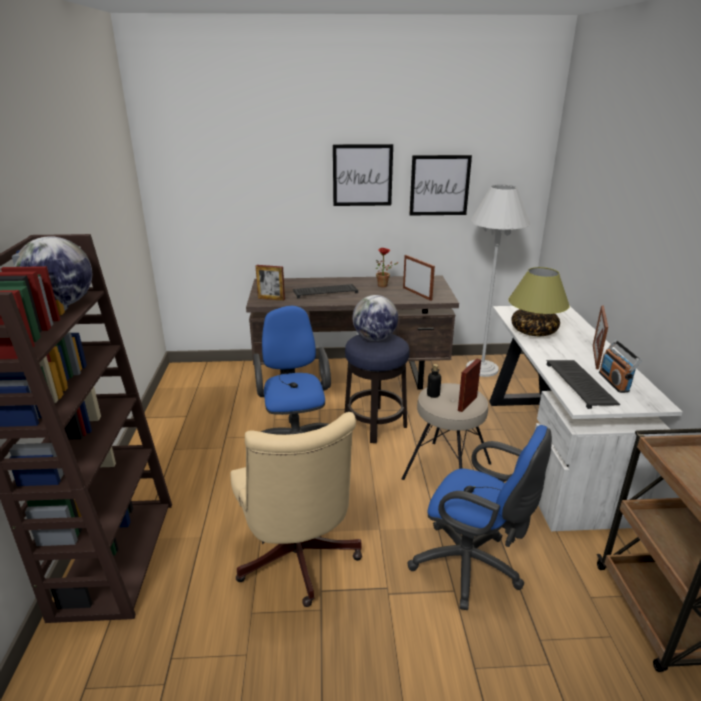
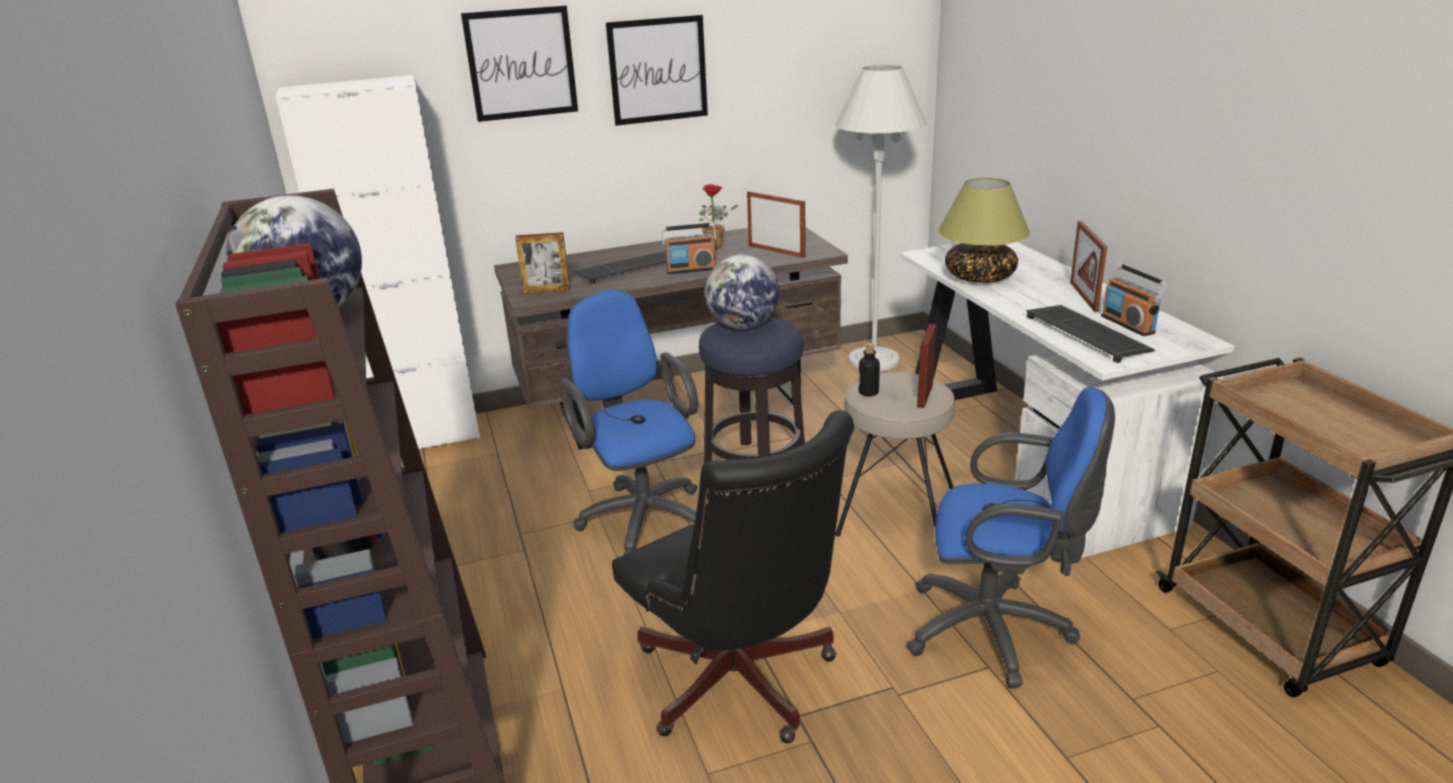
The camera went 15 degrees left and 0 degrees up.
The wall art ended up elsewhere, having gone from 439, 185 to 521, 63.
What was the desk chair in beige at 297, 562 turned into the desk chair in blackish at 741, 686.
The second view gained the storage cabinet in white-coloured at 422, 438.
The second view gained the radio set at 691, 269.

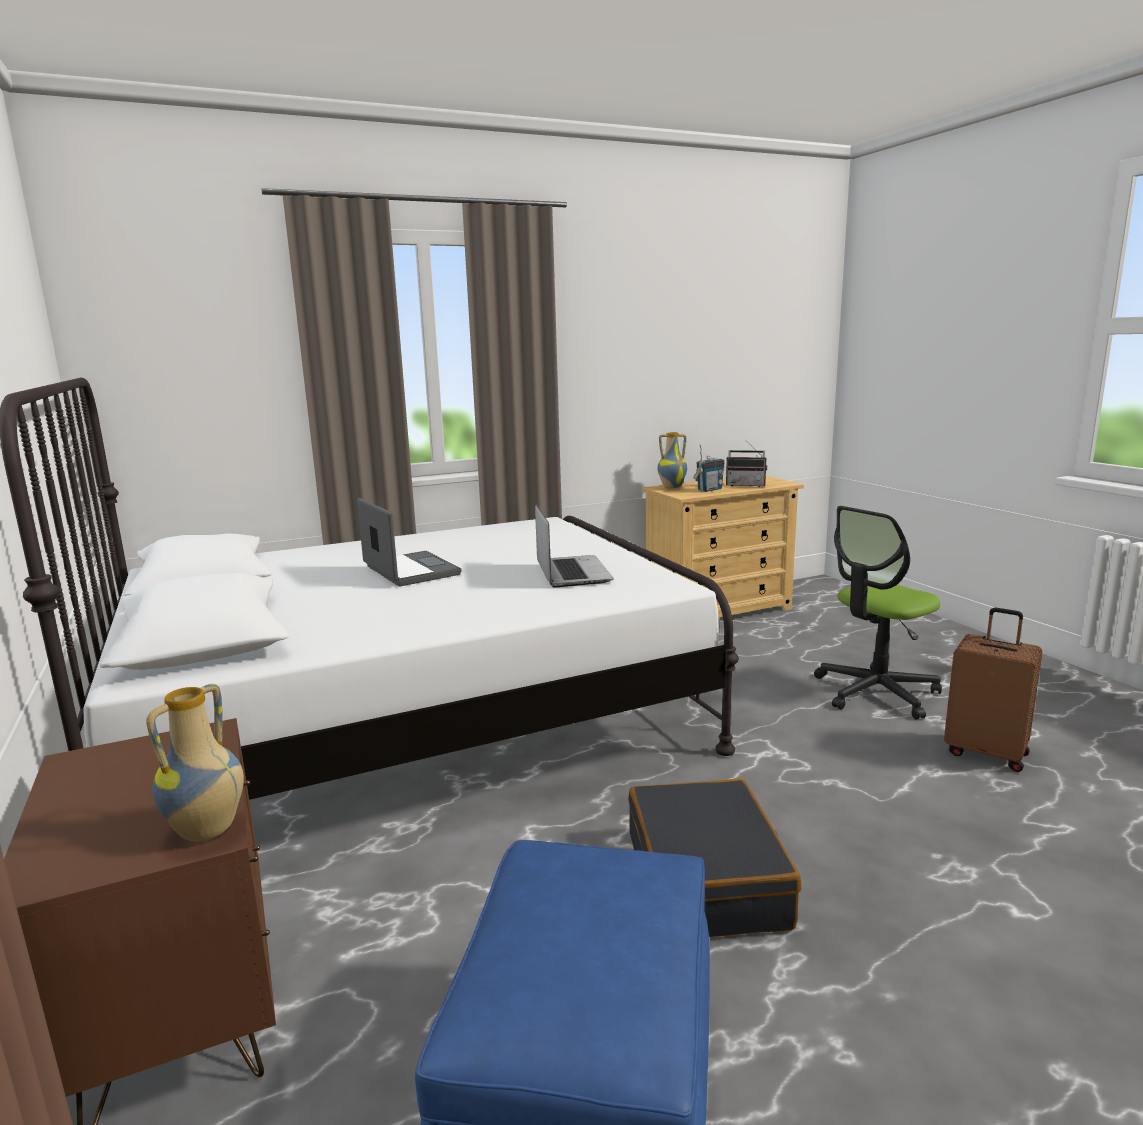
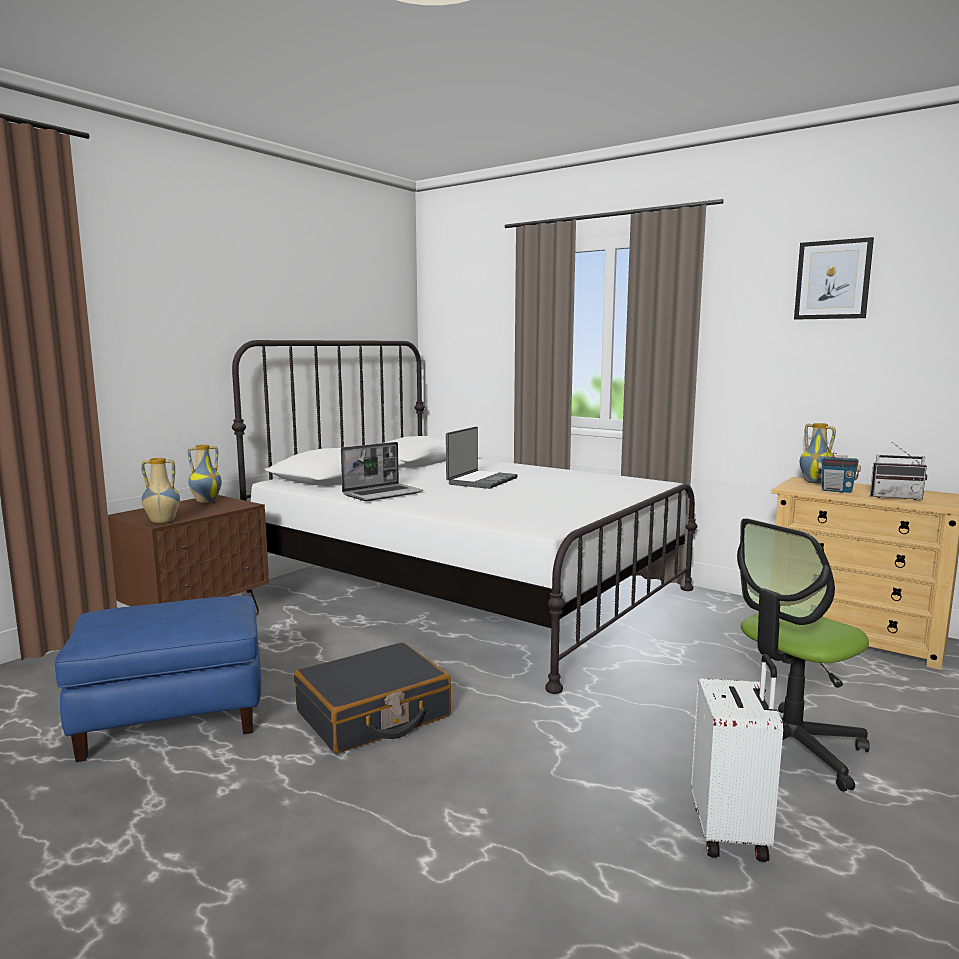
The camera went 60 degrees right and 5 degrees down.
The radio set at 746, 485 ended up facing another way, 60 degrees counterclockwise from before.
The notebook computer ended up elsewhere, having gone from 571, 573 to 383, 494.
The desk chair at 876, 692 ended up facing another way, 60 degrees counterclockwise from before.
What was the suitcase in brown-coloured at 986, 753 turned into the suitcase in white-coloured at 731, 831.
The second view gained the wall art at 832, 280.
The second view gained the vase at 206, 501.

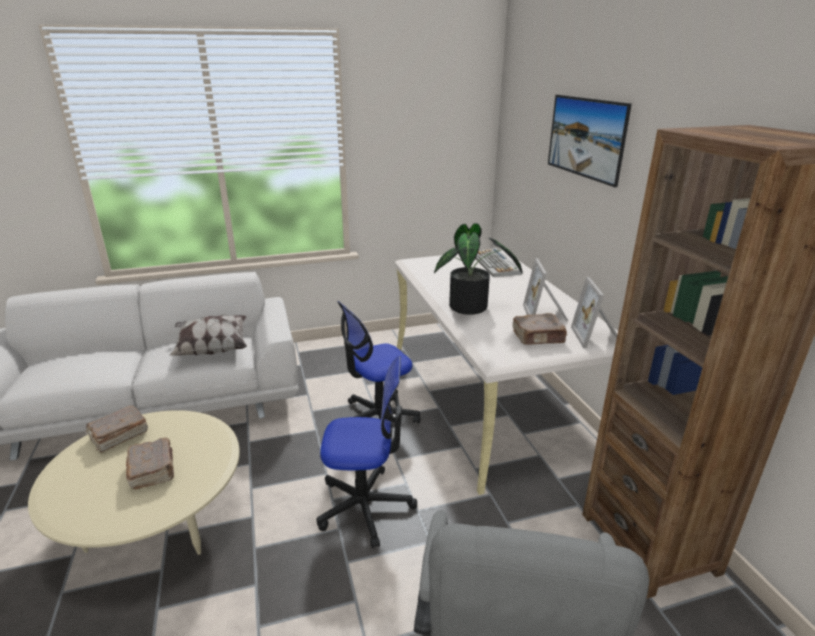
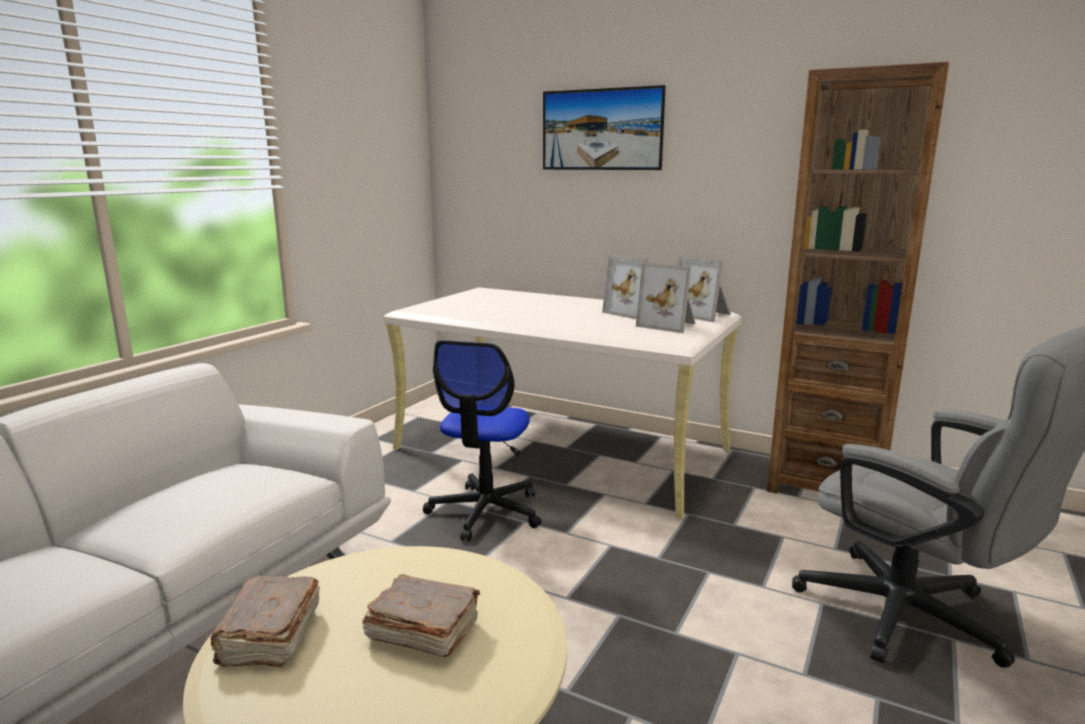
The camera went 45 degrees left and 10 degrees down.
The second view lost the plant in a pot at 472, 308.
The second view lost the PC keyboard at 496, 264.
Where the book in brown-coloured stood at 538, 338, the photo frame came to stand at 669, 325.
The second view lost the cushion at 212, 349.
The second view lost the desk chair at 365, 506.

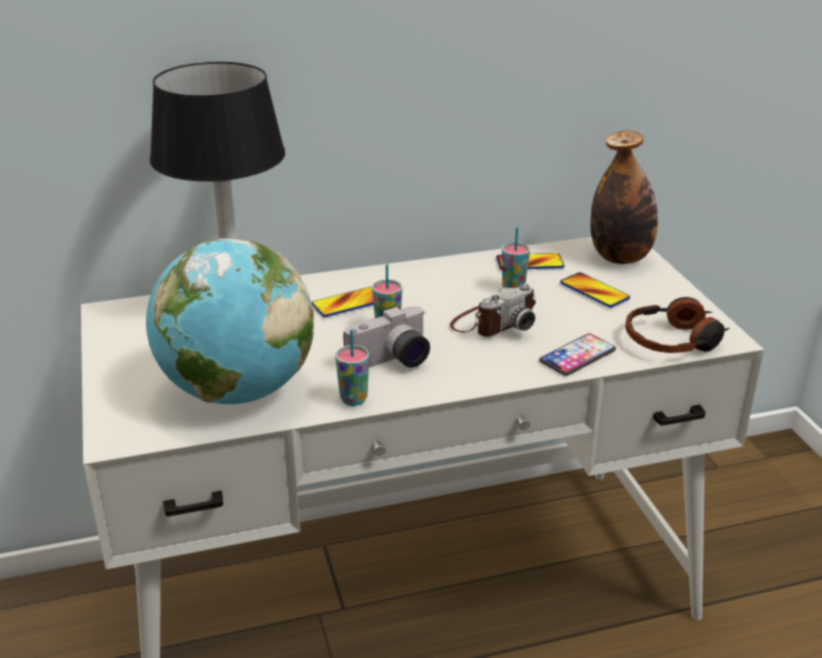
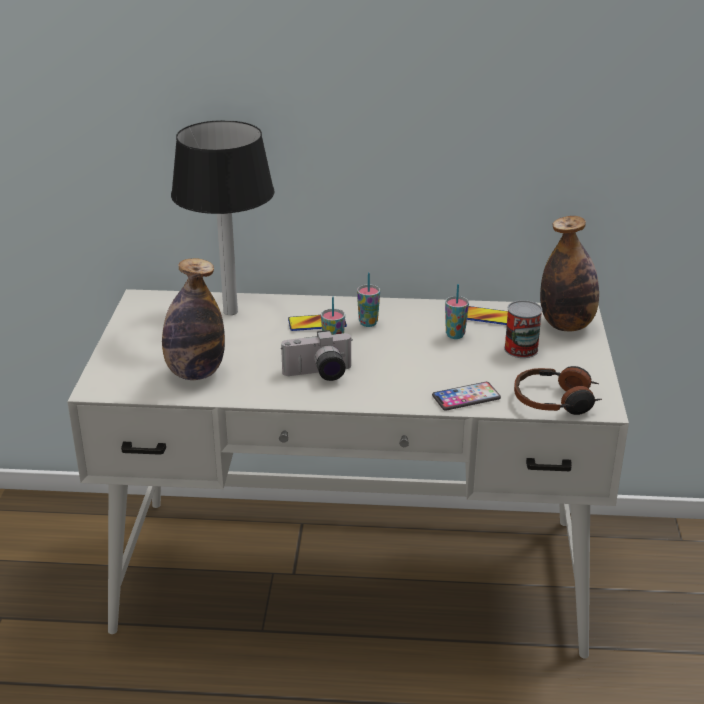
The camera went 20 degrees right and 0 degrees up.
Where the world globe stood at 237, 391, the beverage bottle came to stand at 195, 373.
Where the telephone stood at 594, 291, the sealed can came to stand at 521, 349.
The second view lost the photo camera at 493, 322.
The drinking cup ended up elsewhere, having gone from 353, 399 to 368, 323.

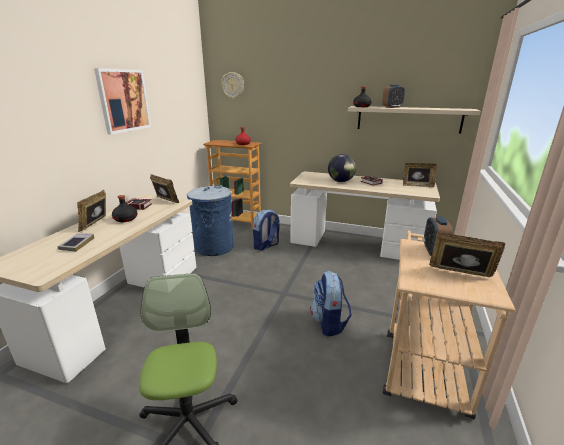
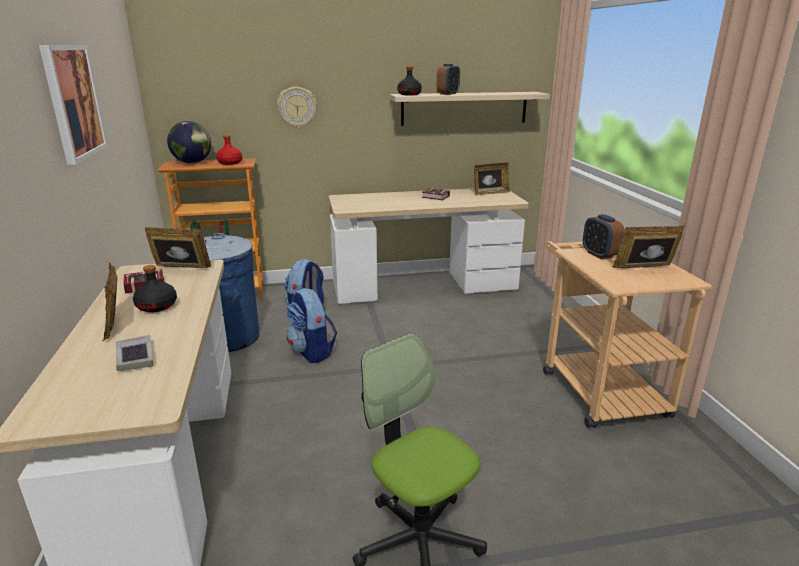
The camera went 30 degrees left and 0 degrees up.
The clock on the wall ended up elsewhere, having gone from 233, 85 to 297, 107.
The world globe ended up elsewhere, having gone from 341, 181 to 192, 163.
The rucksack ended up elsewhere, having gone from 329, 323 to 312, 352.

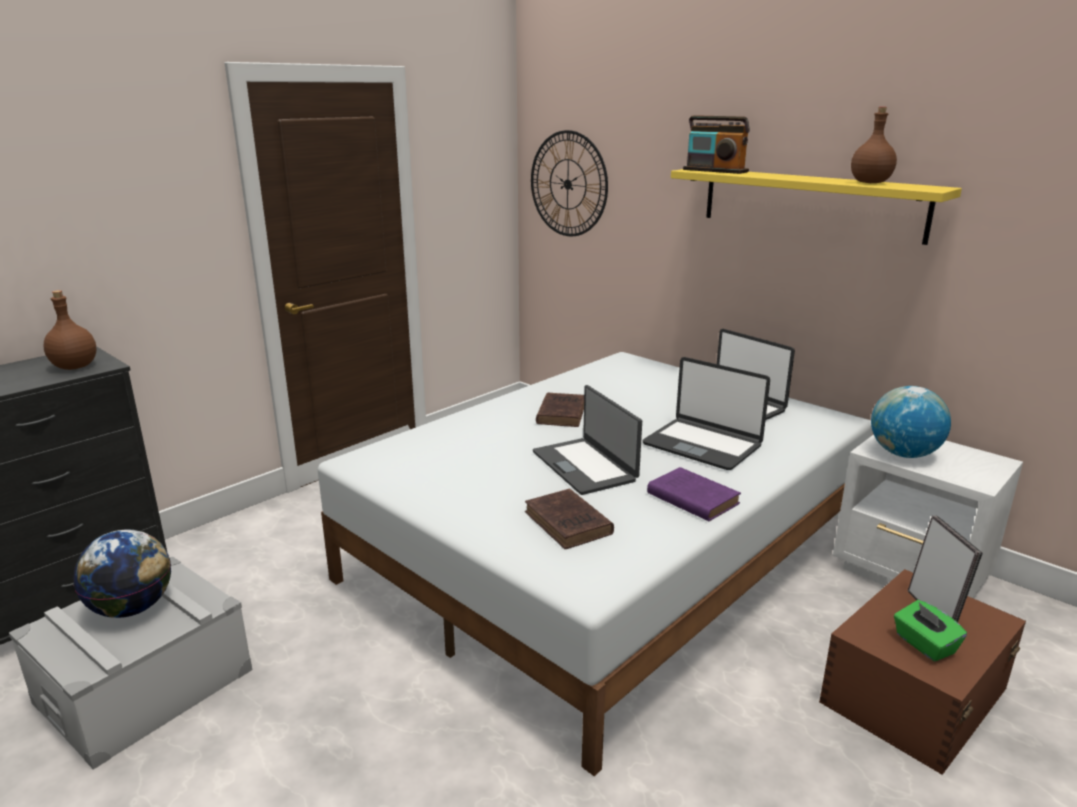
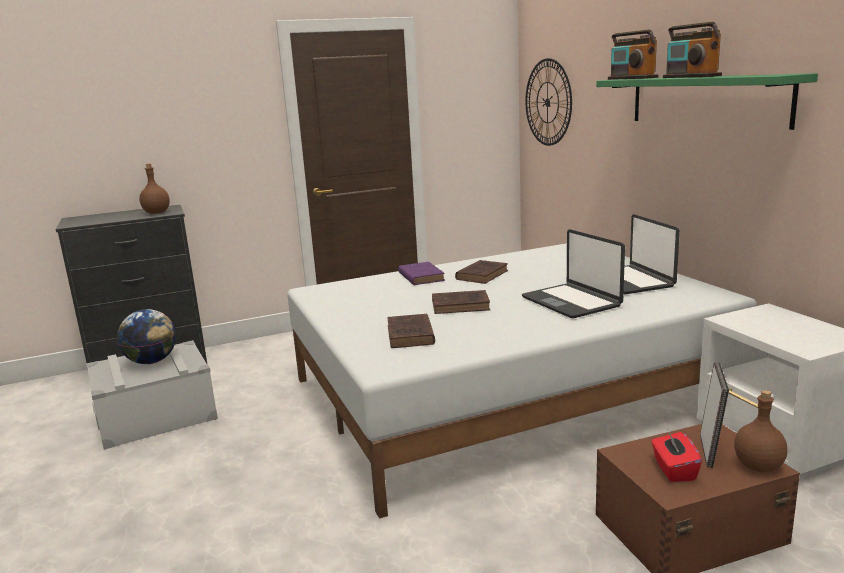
The camera went 25 degrees right and 5 degrees down.
The beverage bottle in brown-coloured ended up elsewhere, having gone from 871, 182 to 759, 466.
What was the wall shelf in yellow-coloured at 810, 203 turned into the wall shelf in green-coloured at 705, 100.
Where the notebook computer stood at 585, 466, the book in brown-coloured came to stand at 462, 306.
The second view lost the world globe at 903, 454.
The book in purple-coloured ended up elsewhere, having gone from 690, 498 to 420, 276.
What was the tissue box in green-coloured at 924, 645 turned into the tissue box in red-coloured at 674, 470.
The second view gained the radio set at 691, 77.

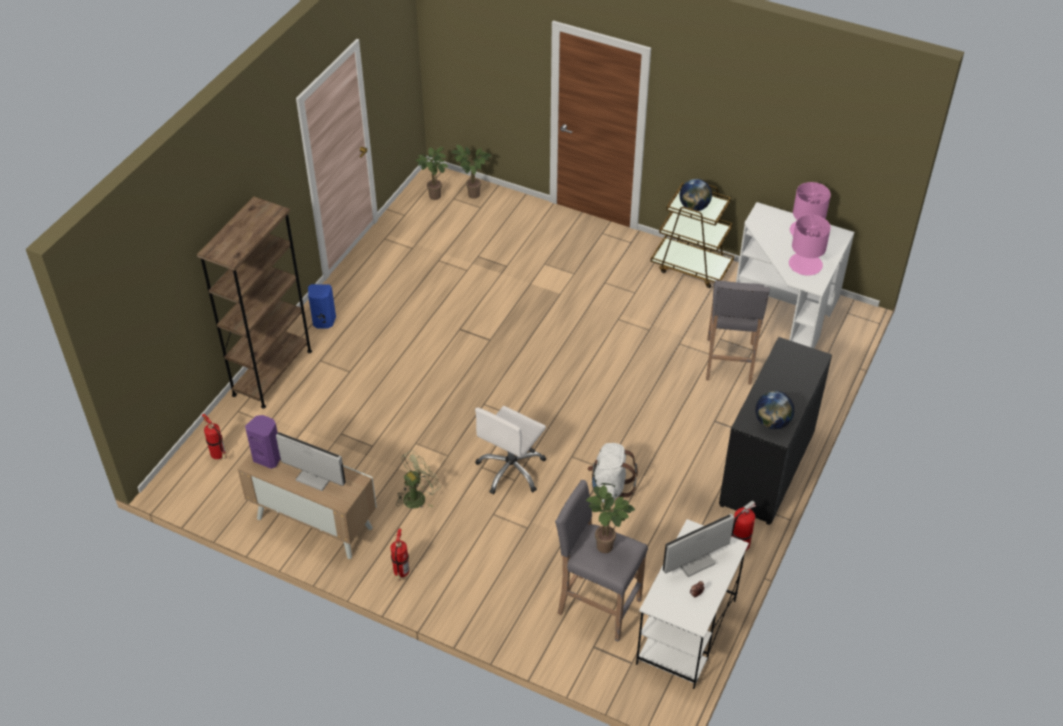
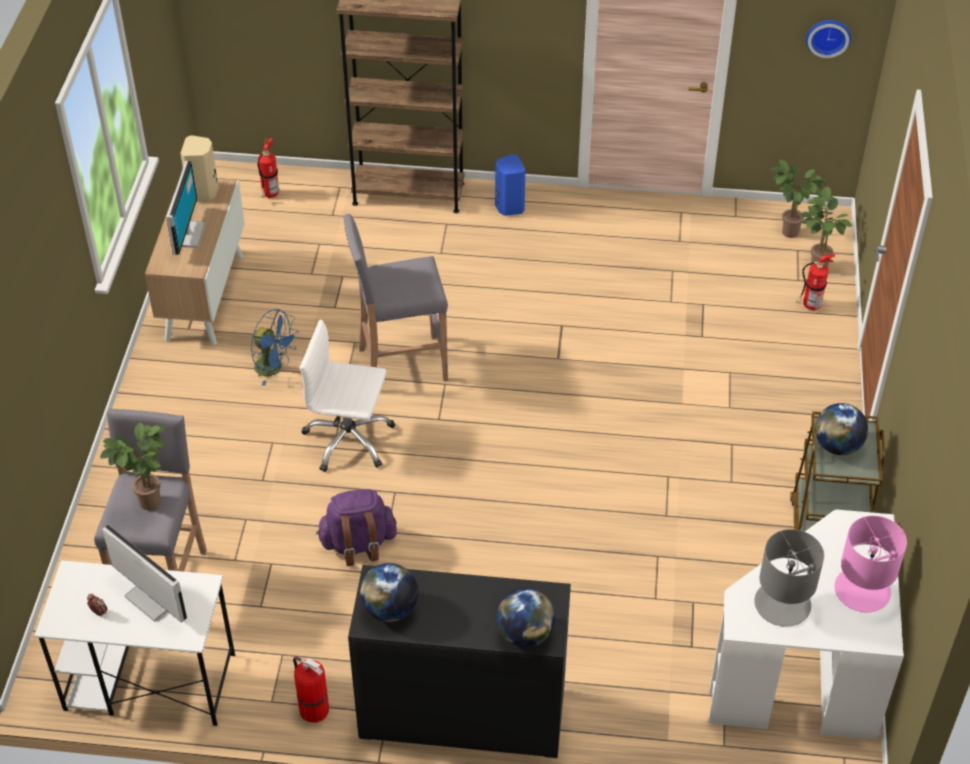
The camera went 70 degrees right and 0 degrees up.
What was the lamp for a table in pink at 805, 264 turned into the lamp for a table in grey at 783, 604.
The stool in grey ended up elsewhere, having gone from 729, 362 to 400, 364.
What was the speaker in purple-coloured at 268, 457 turned into the speaker in beige at 204, 192.
What was the rucksack in white-coloured at 610, 487 turned into the rucksack in purple-coloured at 358, 544.
What was the cooling fan in green-coloured at 417, 496 turned into the cooling fan in blue-coloured at 274, 368.
The extinguisher ended up elsewhere, having gone from 401, 574 to 809, 306.
The second view gained the clock on the wall at 828, 36.
The second view gained the world globe at 525, 634.

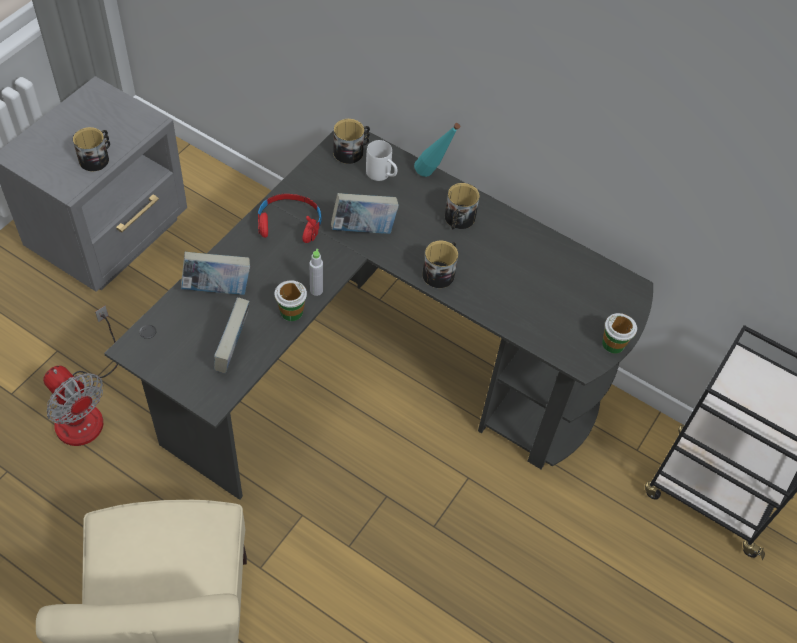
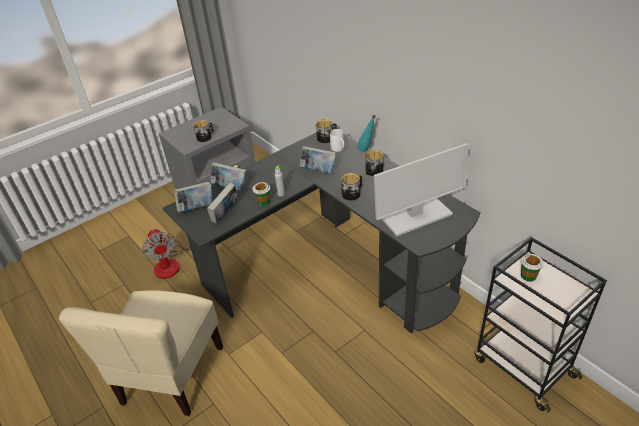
The camera went 25 degrees right and 15 degrees down.
The second view lost the headset in red-coloured at 289, 224.
The drinking cup ended up elsewhere, having gone from 613, 344 to 528, 276.
The second view gained the computer display at 416, 217.
The second view gained the book at 197, 208.

